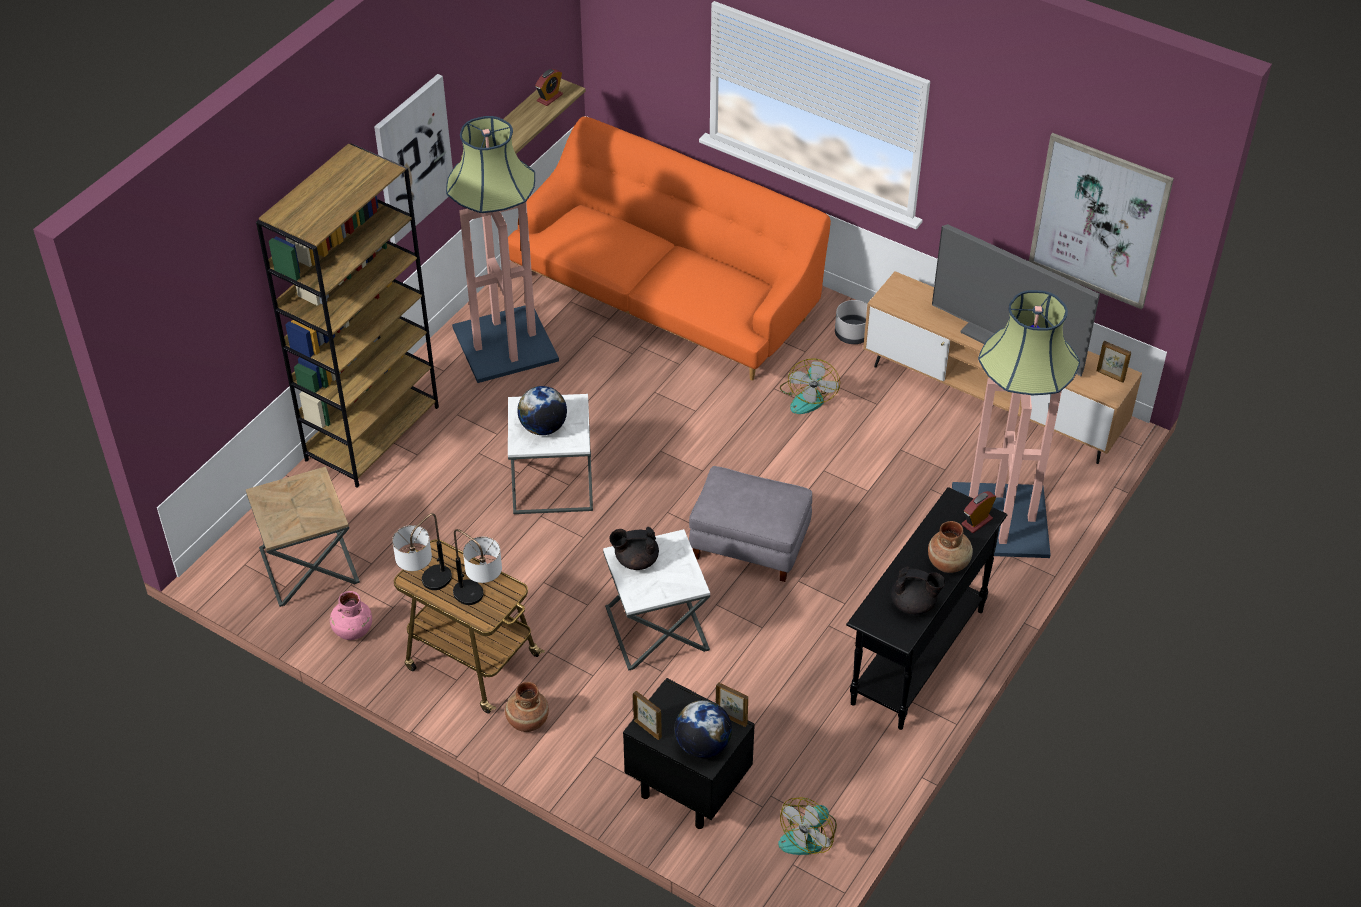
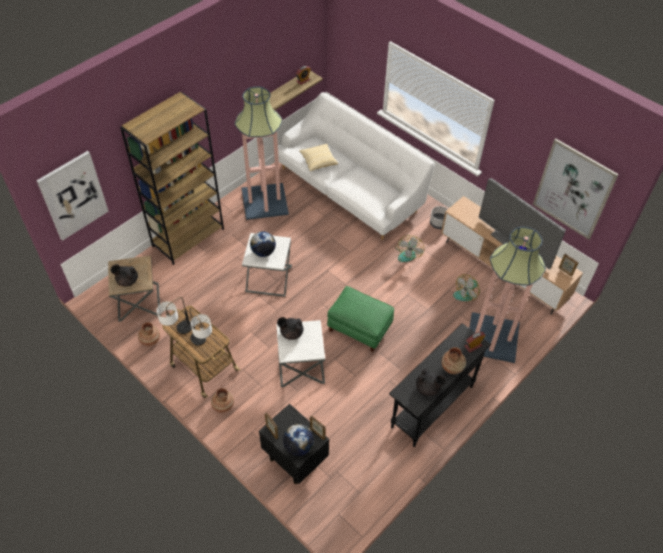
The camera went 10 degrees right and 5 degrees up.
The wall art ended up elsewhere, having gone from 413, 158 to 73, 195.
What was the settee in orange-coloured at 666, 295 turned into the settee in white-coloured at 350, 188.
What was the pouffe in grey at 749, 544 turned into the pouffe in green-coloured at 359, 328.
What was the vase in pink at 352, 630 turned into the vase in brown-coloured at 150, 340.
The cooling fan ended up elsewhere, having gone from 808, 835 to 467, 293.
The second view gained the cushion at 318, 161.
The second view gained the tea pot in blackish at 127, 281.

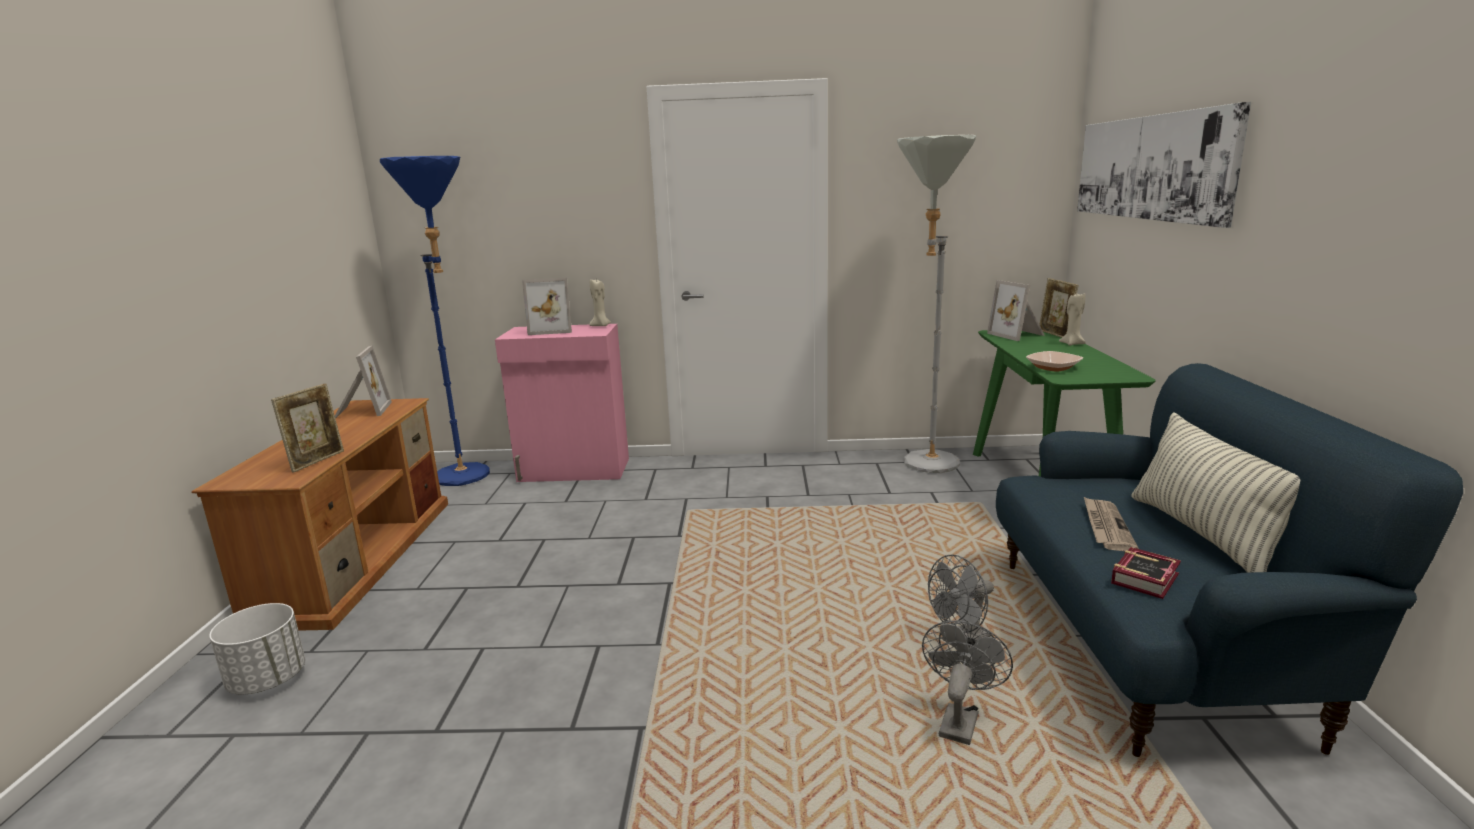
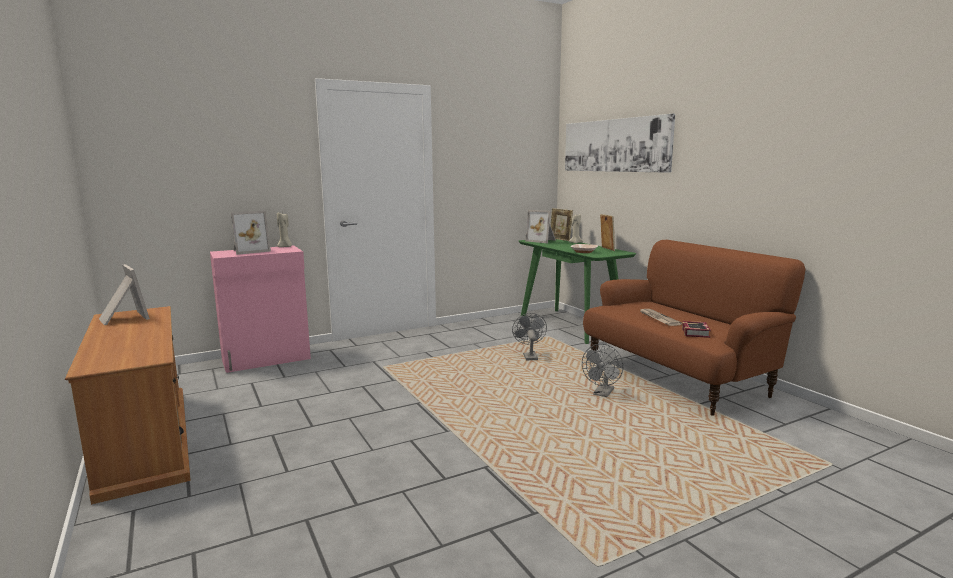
The camera went 30 degrees left and 5 degrees down.
The second view lost the floor lamp in grey at 924, 467.
The second view lost the floor lamp in blue-coloured at 468, 479.
What was the settee in blue-coloured at 1146, 642 turned into the settee in brown-coloured at 677, 377.
The photo frame ended up elsewhere, having gone from 317, 461 to 606, 249.
The second view lost the cushion at 1202, 534.
The second view lost the plant pot in white-coloured at 268, 680.
The cooling fan in grey ended up elsewhere, having gone from 959, 719 to 529, 356.

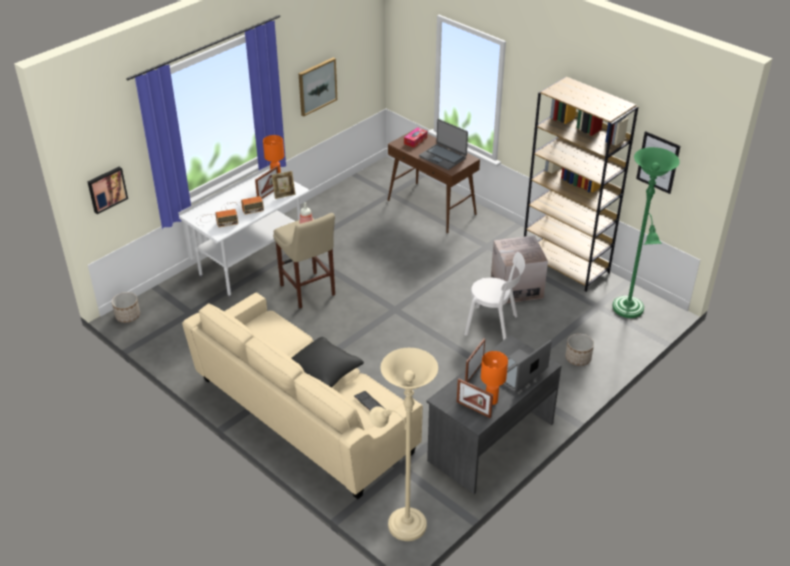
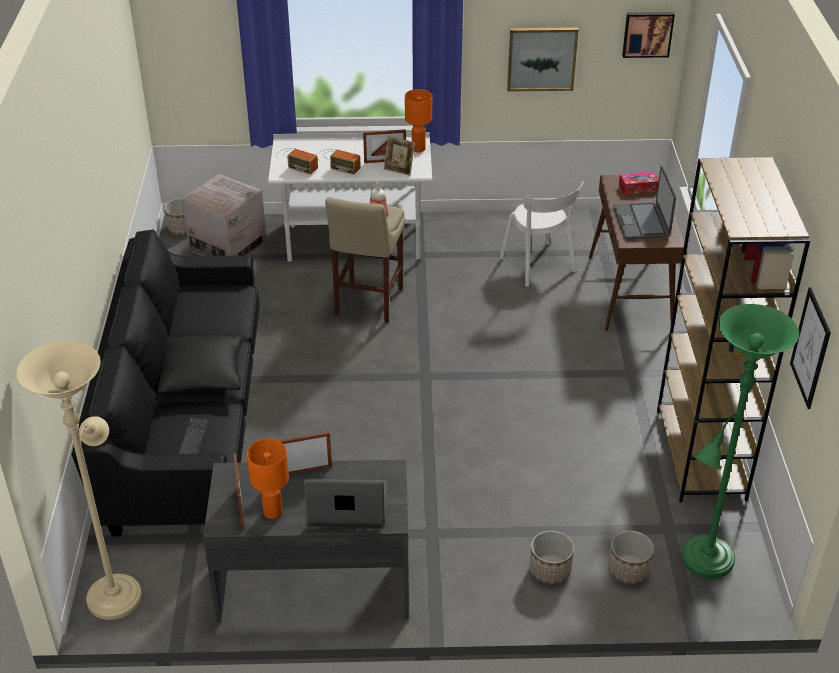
The camera went 45 degrees right and 0 degrees up.
The wall art ended up elsewhere, having gone from 106, 189 to 647, 33.
The packing box ended up elsewhere, having gone from 516, 287 to 228, 245.
The upright chair in white-coloured ended up elsewhere, having gone from 494, 326 to 539, 266.
What was the settee in beige at 304, 415 turned into the settee in blackish at 187, 420.
The second view gained the plant pot at 628, 570.

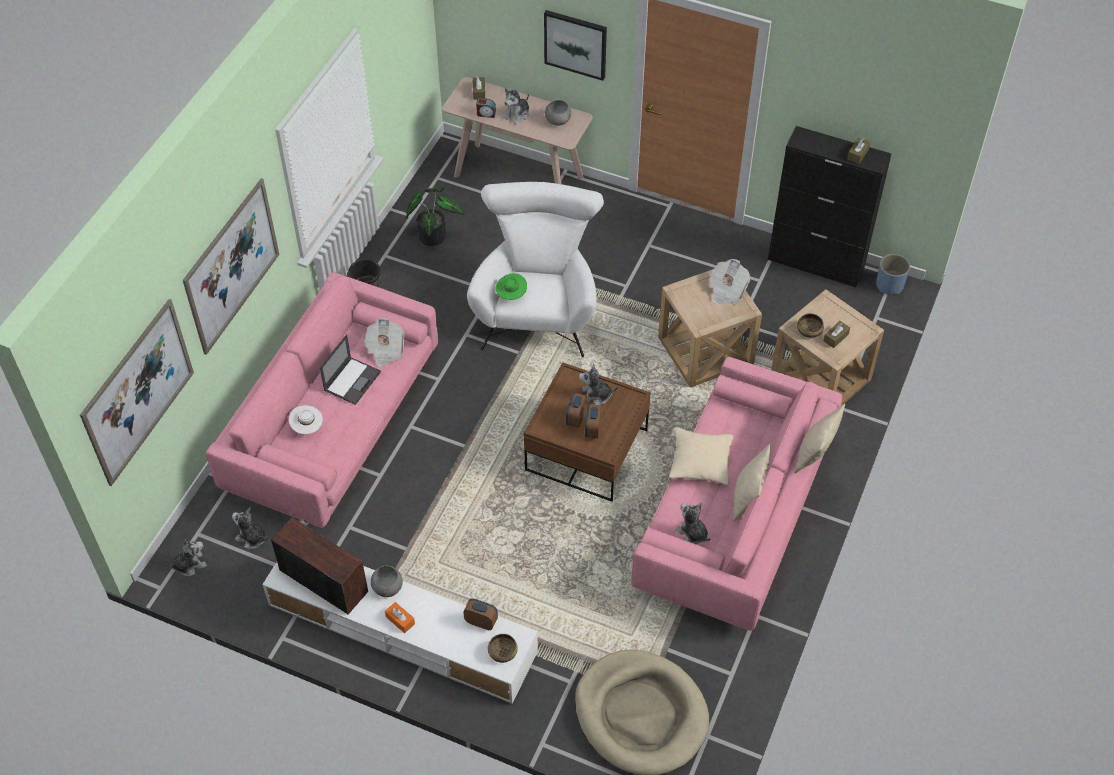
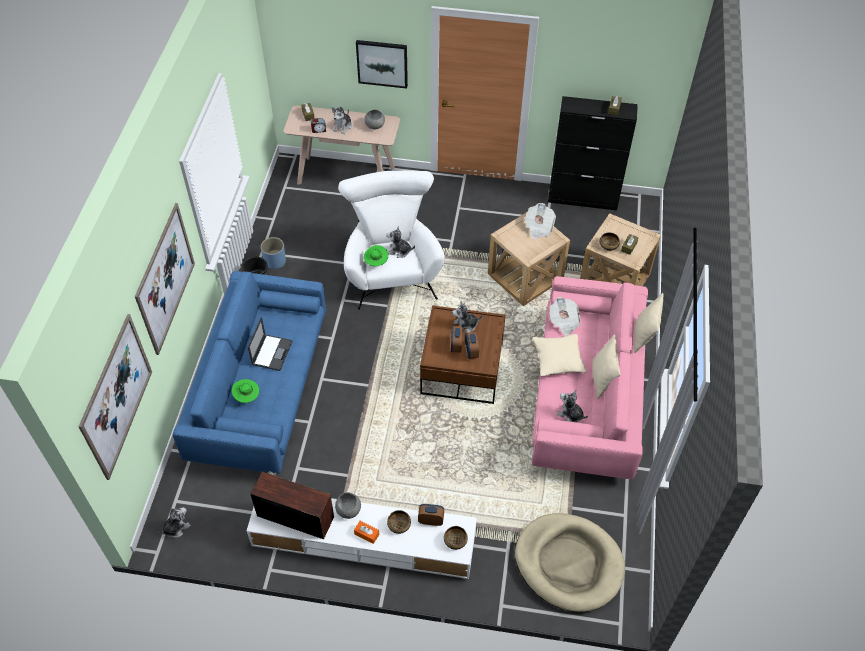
The camera went 15 degrees left and 0 degrees up.
The second view lost the plant in a pot at 434, 234.
The plant pot in blue-coloured ended up elsewhere, having gone from 889, 285 to 275, 261.
What was the settee in pink at 334, 424 turned into the settee in blue-coloured at 260, 389.
The daily paper ended up elsewhere, having gone from 385, 350 to 564, 322.
What was the hat in white-coloured at 307, 427 turned into the hat in green-coloured at 247, 396.
The soft toy ended up elsewhere, having gone from 252, 538 to 399, 251.
The second view gained the deep dish at 399, 525.

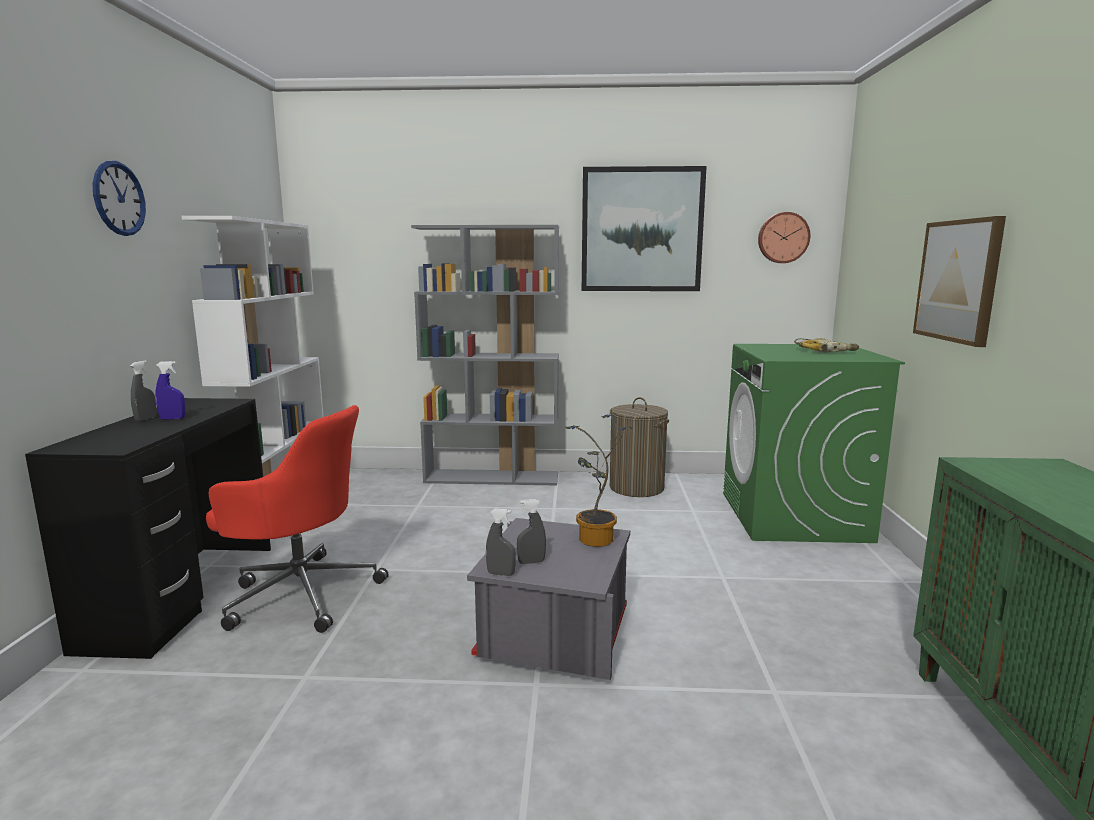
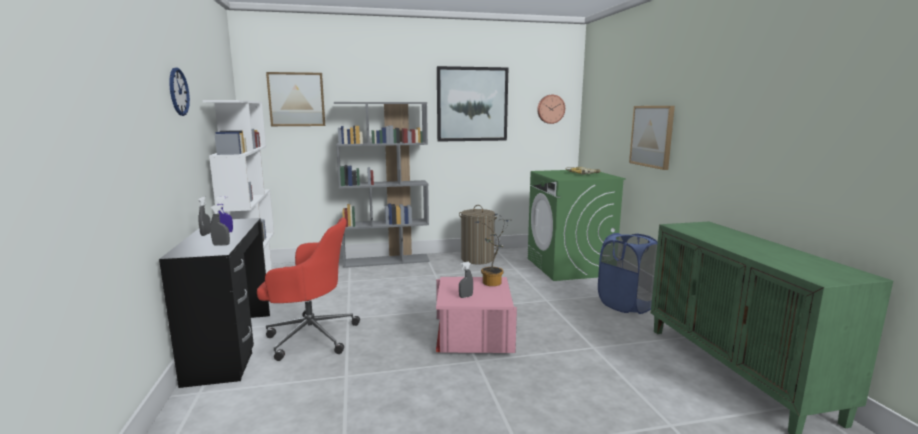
The camera went 15 degrees left and 0 degrees up.
The sprayer in grey ended up elsewhere, having gone from 501, 574 to 221, 245.
What was the storage box in grey at 552, 635 turned into the storage box in pink at 472, 338.
The second view gained the wall art at 296, 99.
The second view gained the hamper in blue-coloured at 626, 305.

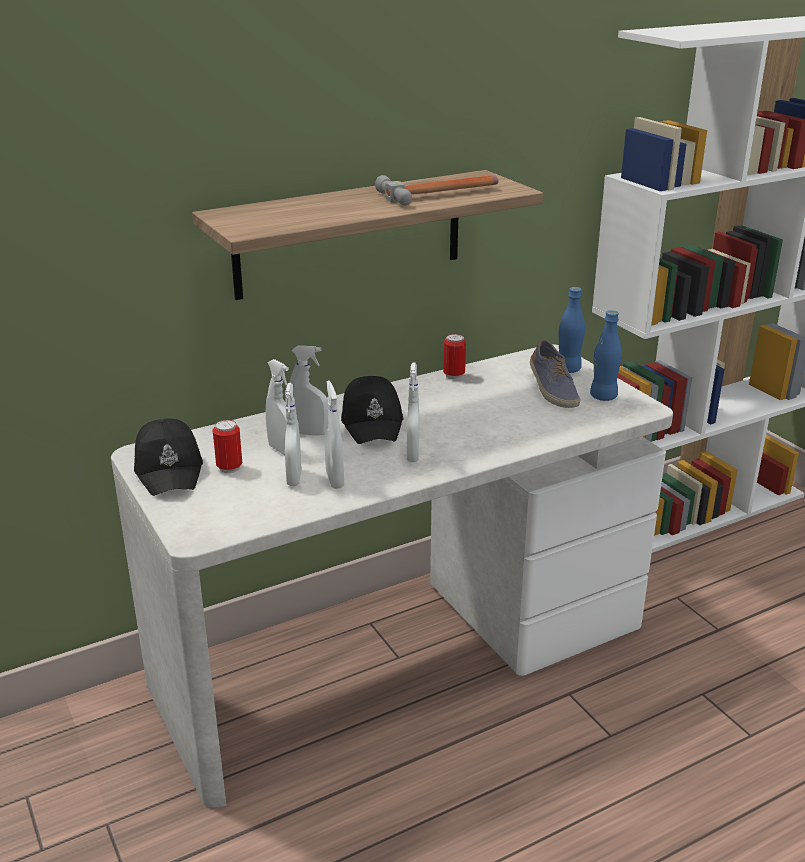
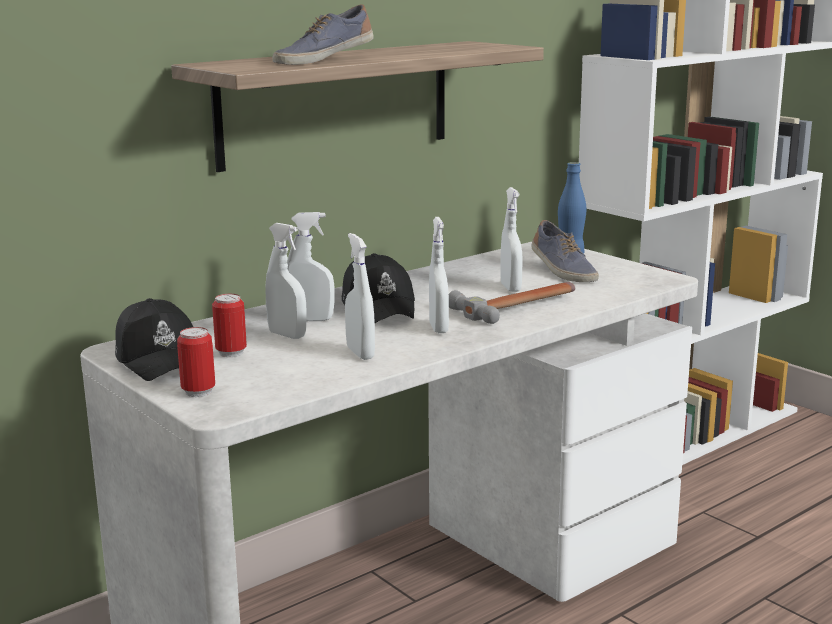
The camera went 10 degrees left and 10 degrees down.
The hand hammer ended up elsewhere, having gone from 441, 194 to 519, 306.
The second view lost the beverage bottle in blue-coloured at 603, 396.
The sealed can ended up elsewhere, having gone from 454, 375 to 198, 392.
The sprayer in white-coloured ended up elsewhere, having gone from 294, 478 to 510, 288.
The second view gained the shoe at 323, 60.

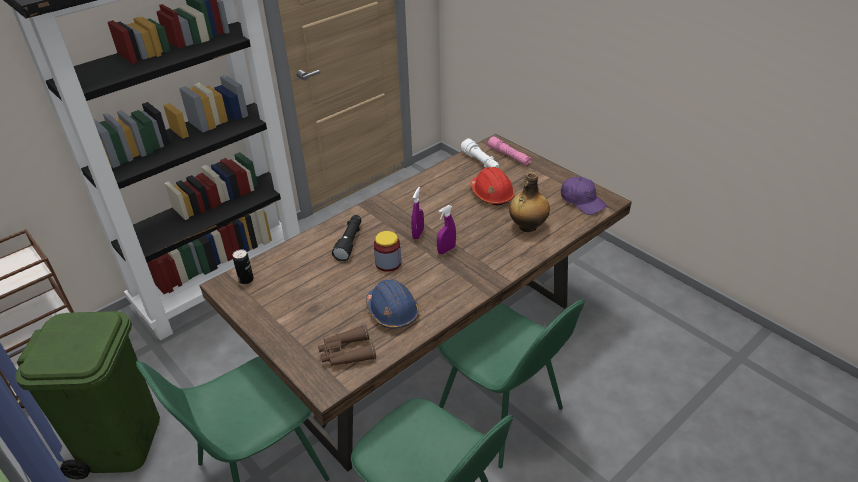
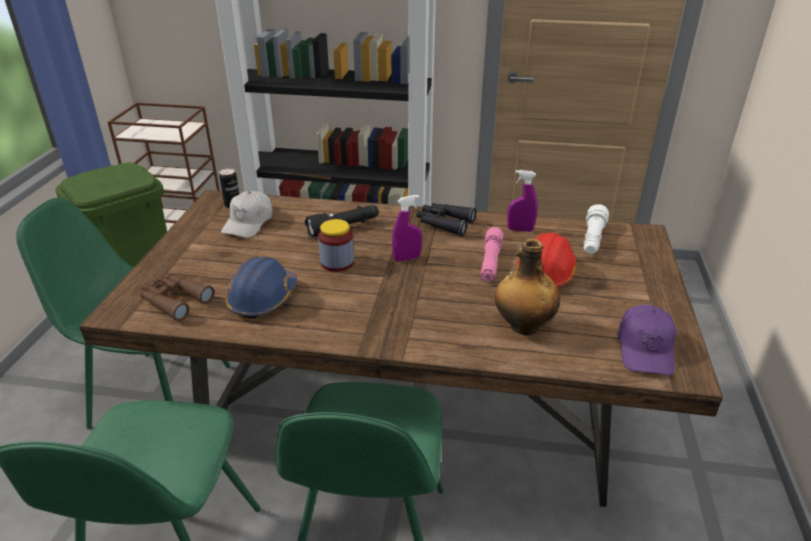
The camera went 50 degrees right and 5 degrees down.
The torch in pink ended up elsewhere, having gone from 509, 156 to 490, 262.
The sprayer in purple-coloured ended up elsewhere, having gone from 446, 250 to 520, 230.
The second view gained the baseball cap in white-coloured at 249, 223.
The second view gained the field glasses in blackish at 444, 223.

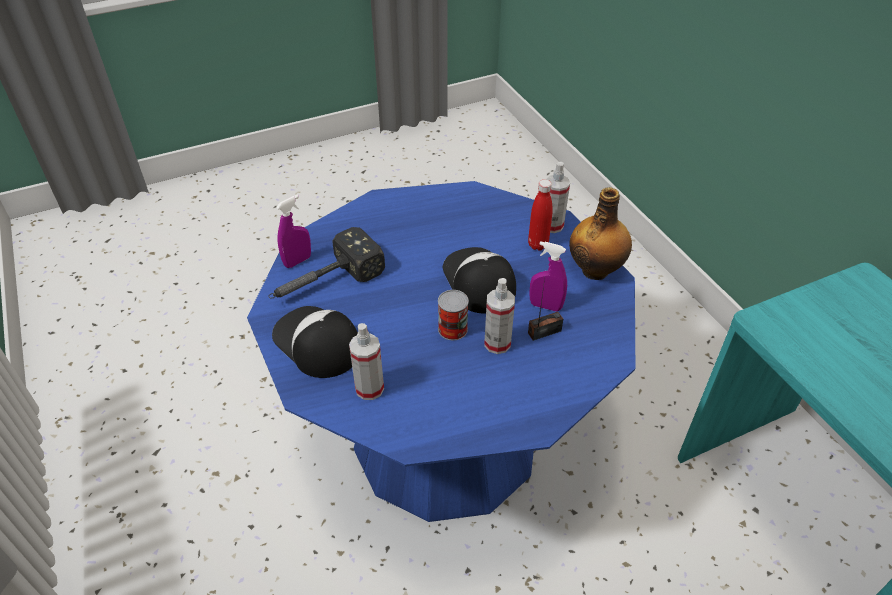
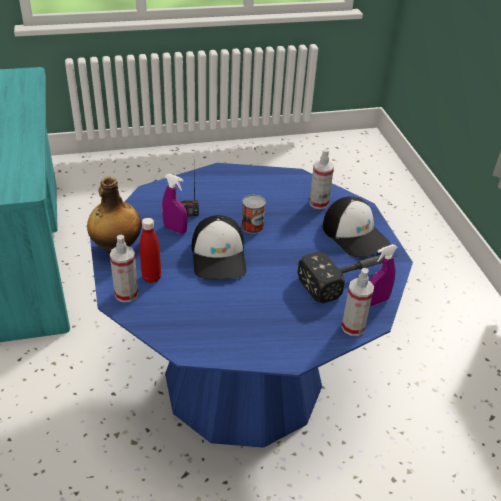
The camera went 170 degrees left and 5 degrees down.
The sprayer ended up elsewhere, having gone from 497, 343 to 353, 327.

